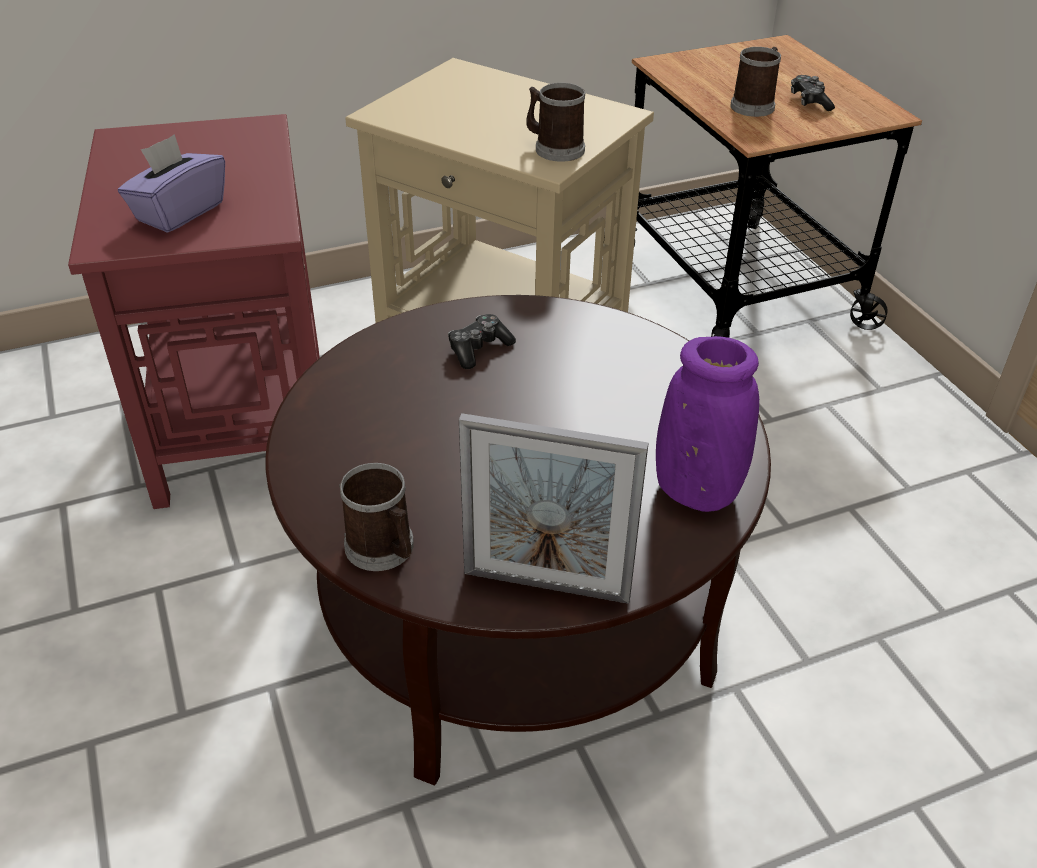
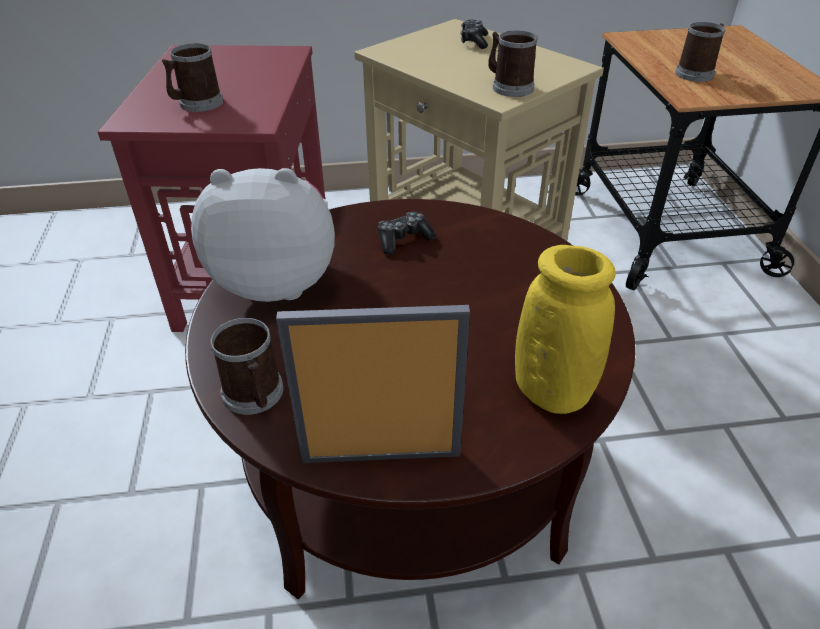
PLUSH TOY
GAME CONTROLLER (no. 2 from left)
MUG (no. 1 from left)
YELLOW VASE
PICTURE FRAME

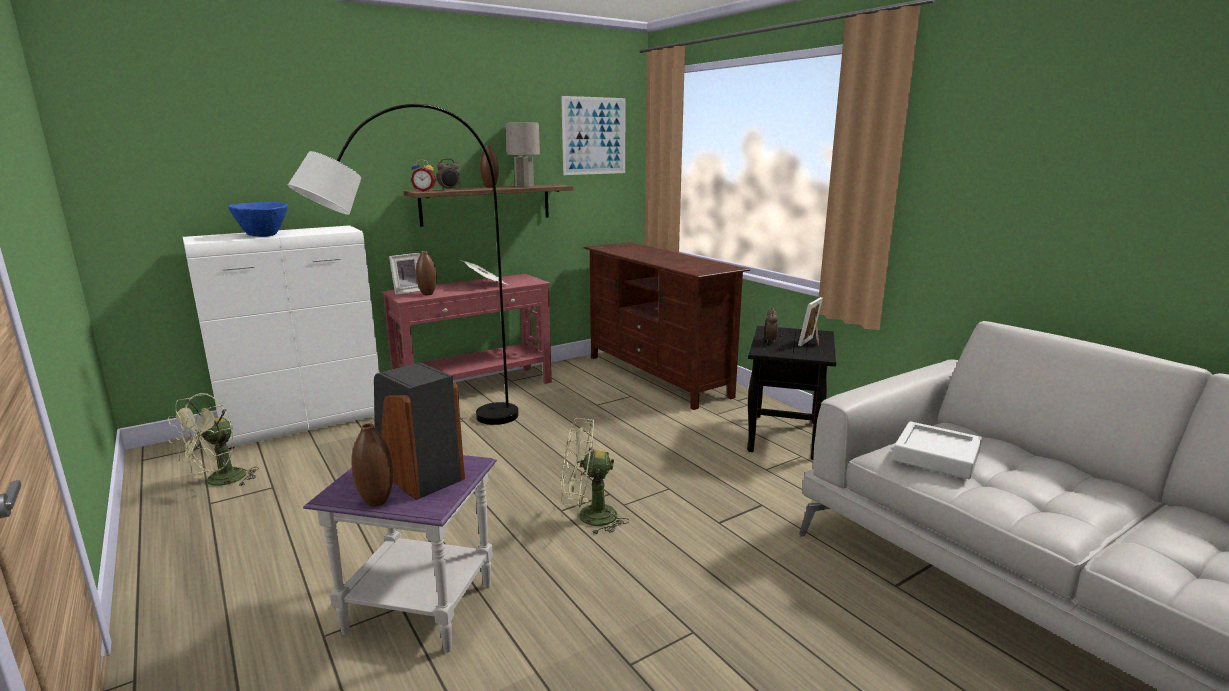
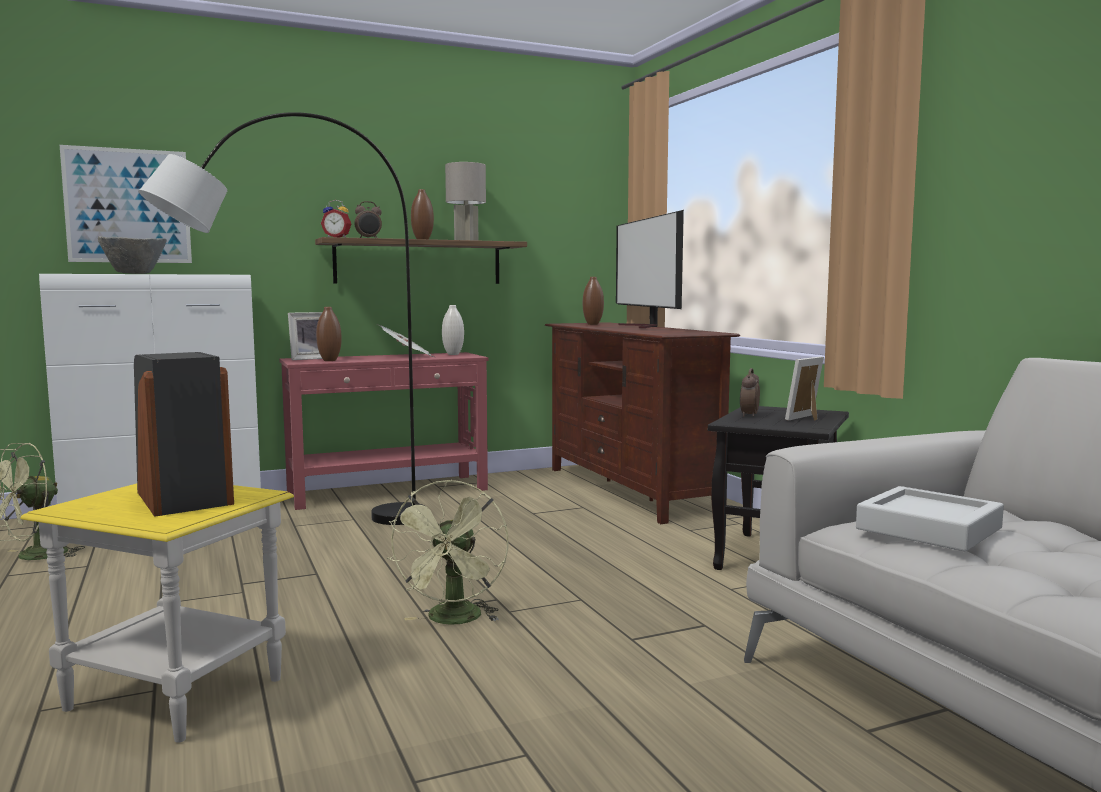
WHITE VASE
TELEVISION
BROWN VASE (no. 3 from left)
PICTURE
GREY BOWL
YELLOW SIDE TABLE
GREEN FAN (no. 2 from left)

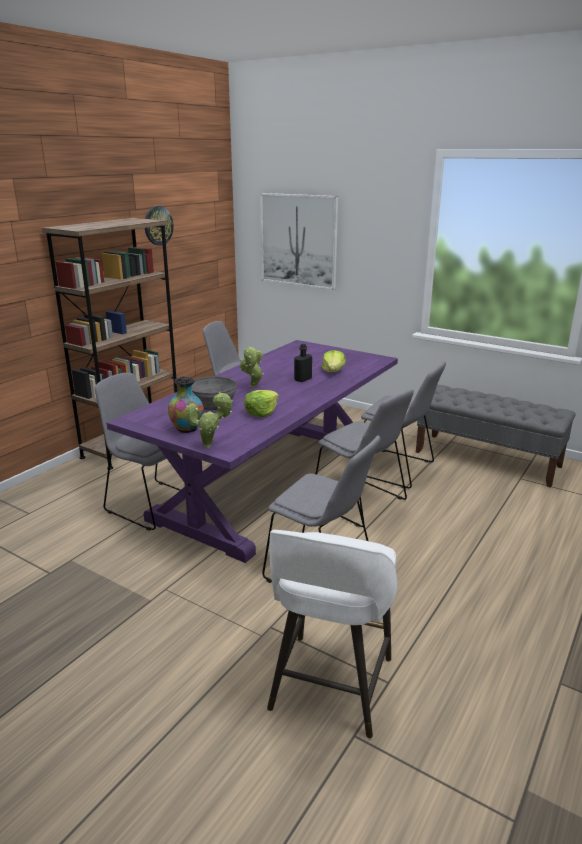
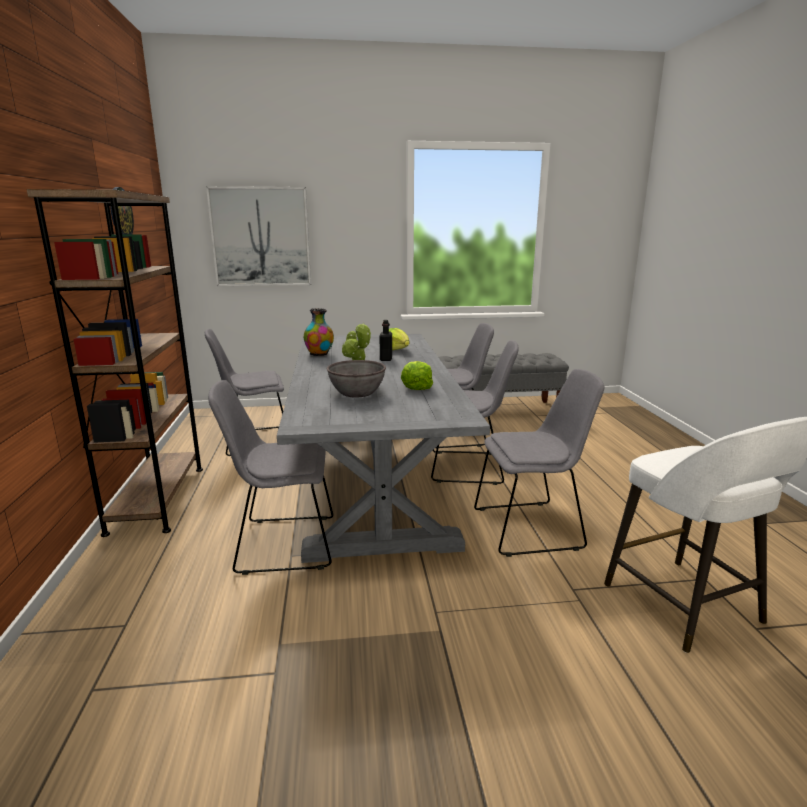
POTTED PLANT (no. 1 from left in the first image)
VASE
GREY DINING TABLE

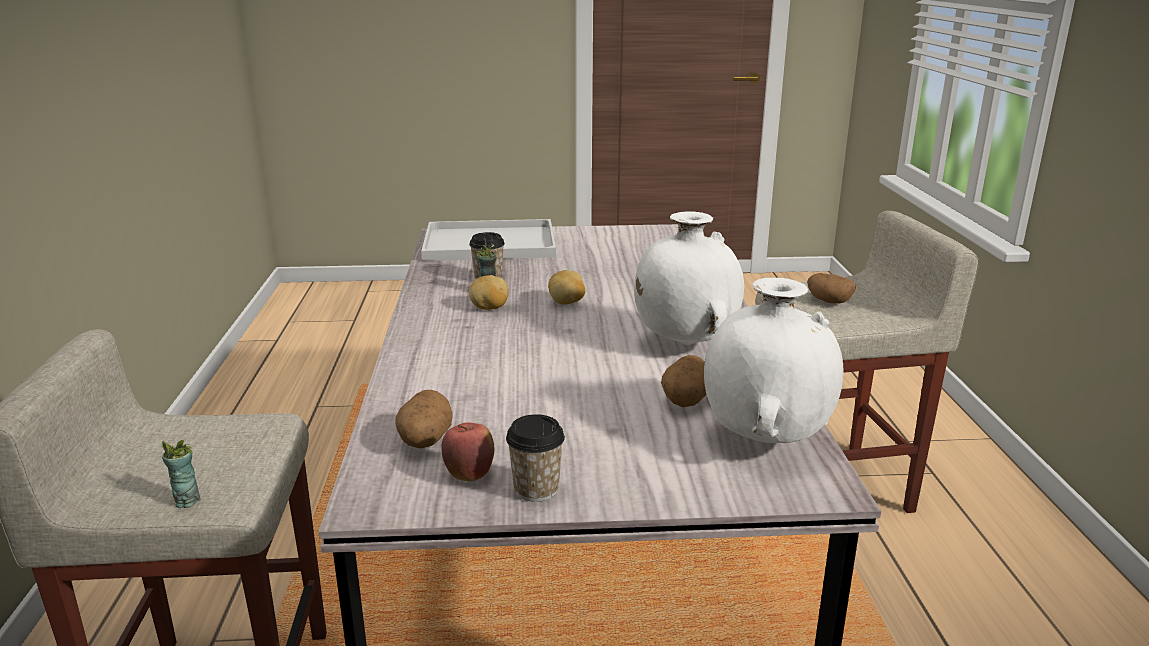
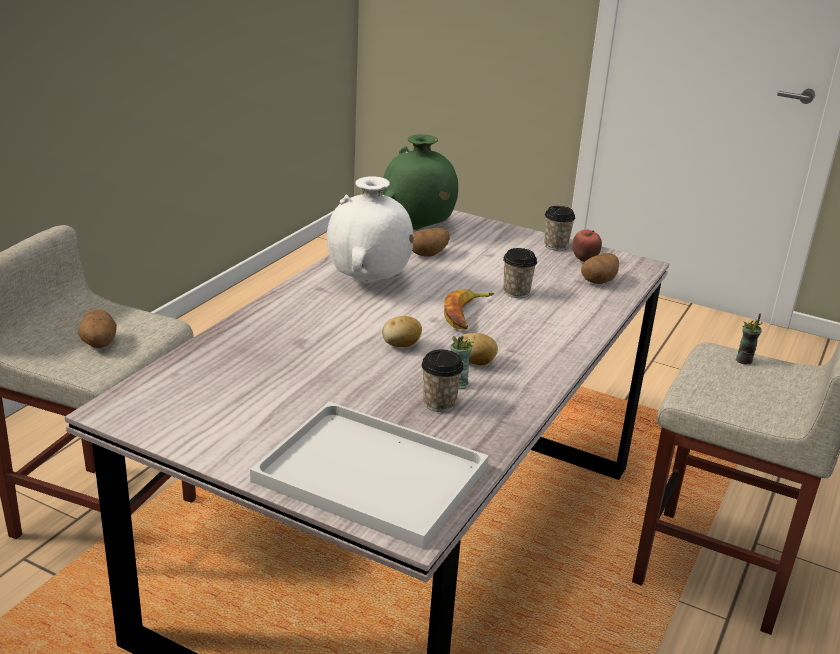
BANANA
CUP (no. 3 from left)
GREEN VASE

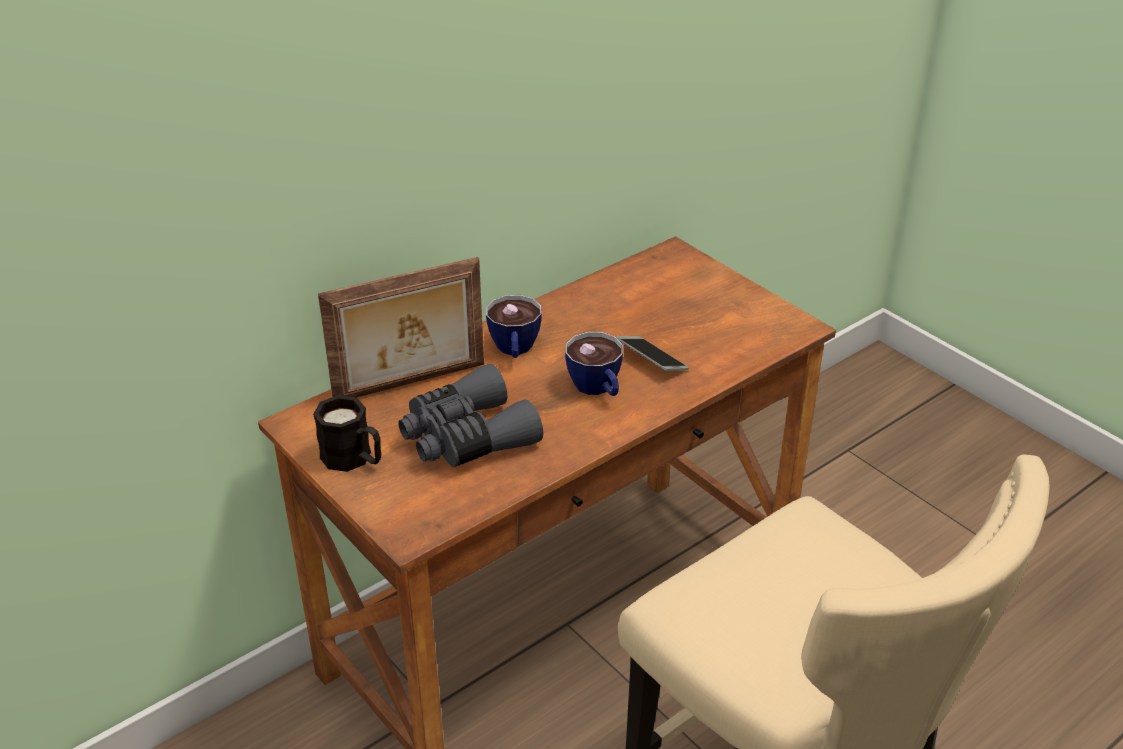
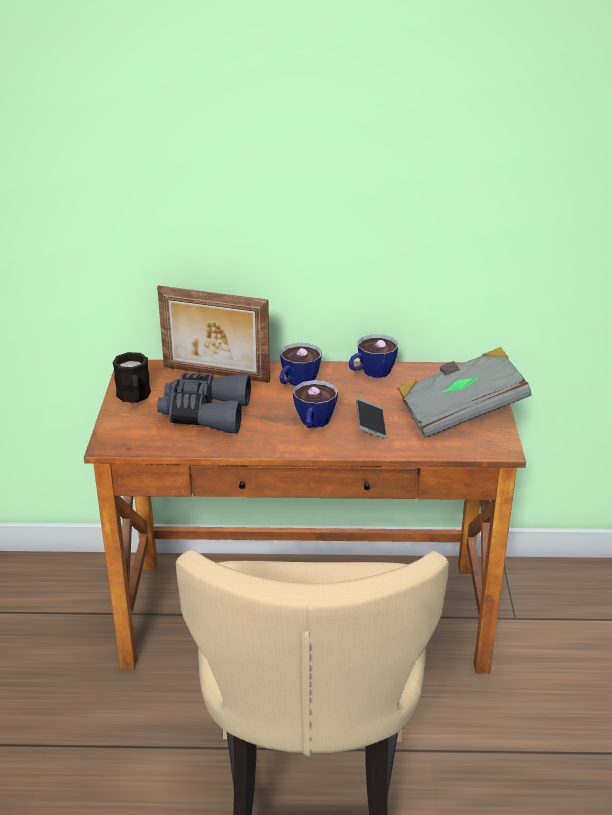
CUP (no. 3 from left)
GREY BOOK

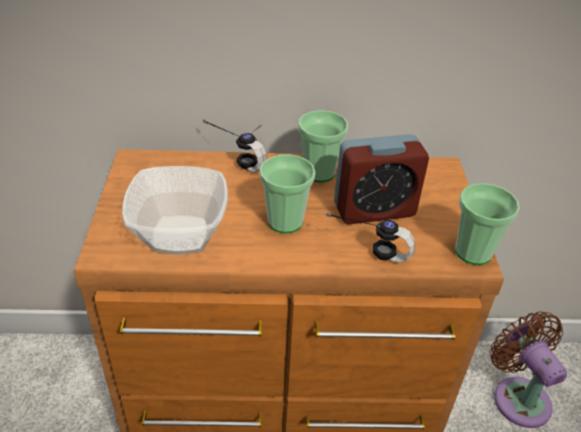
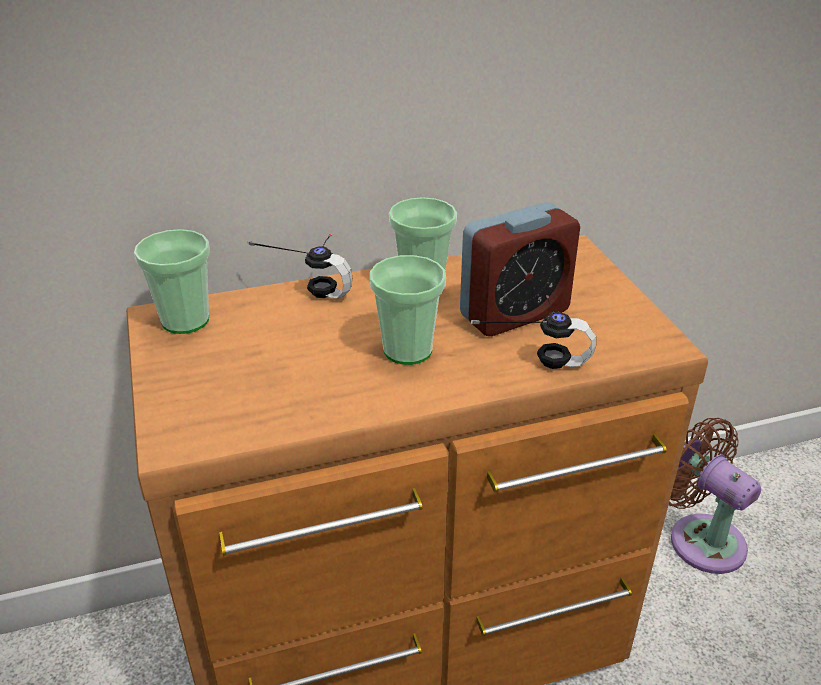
BOWL
CUP (no. 1 from left)

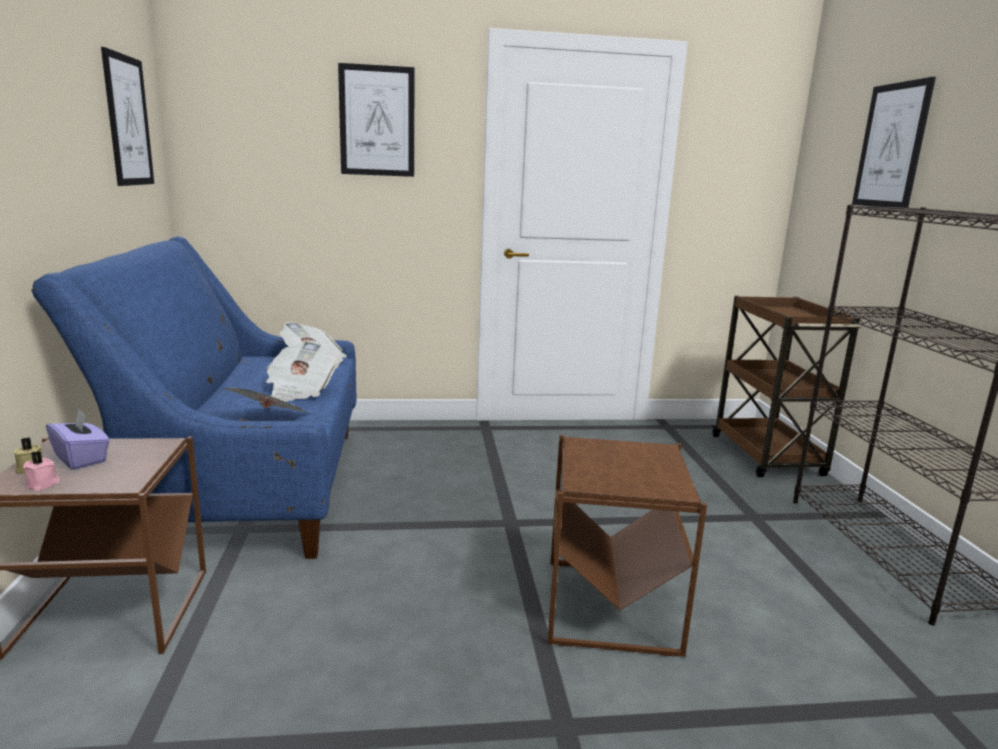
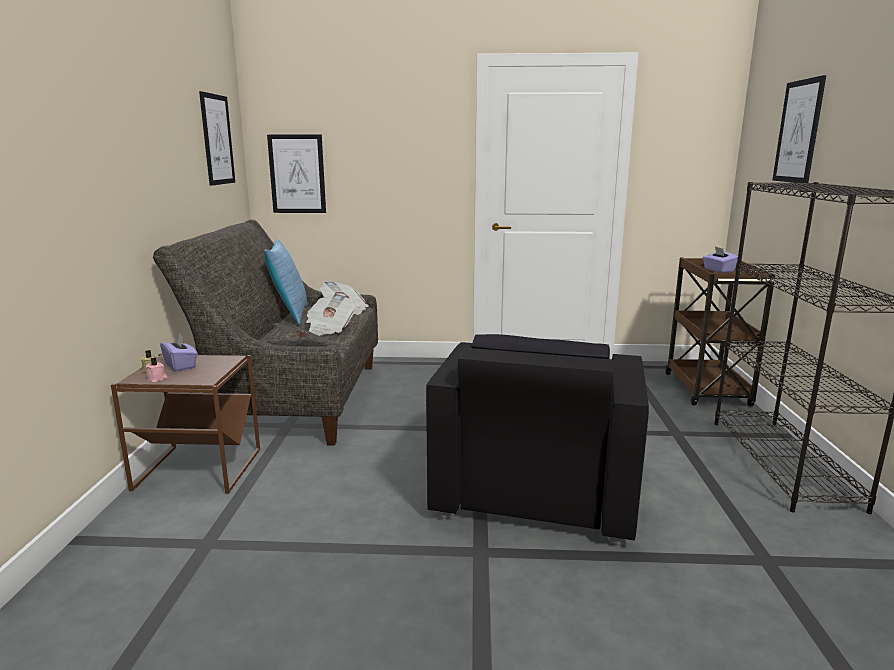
PILLOW
PURPLE TISSUE BOX (no. 2 from left)
PICTURE (no. 2 from left)
BLACK ARMCHAIR
GREY SOFA

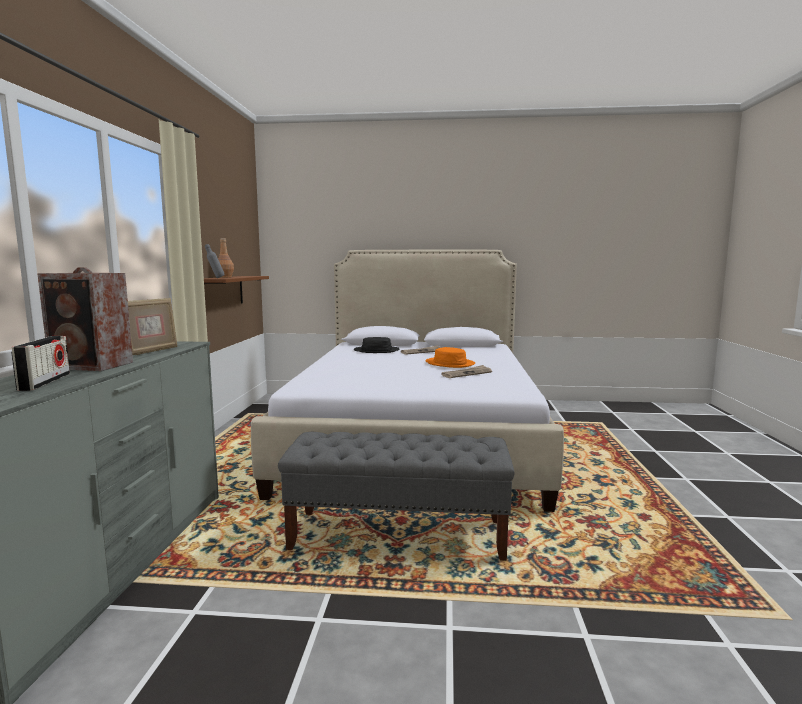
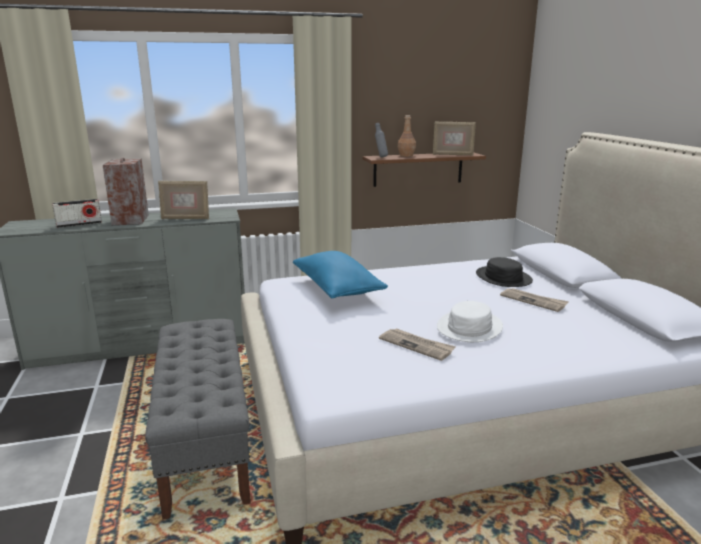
BLUE PILLOW
PICTURE FRAME (no. 2 from left)
WHITE HAT

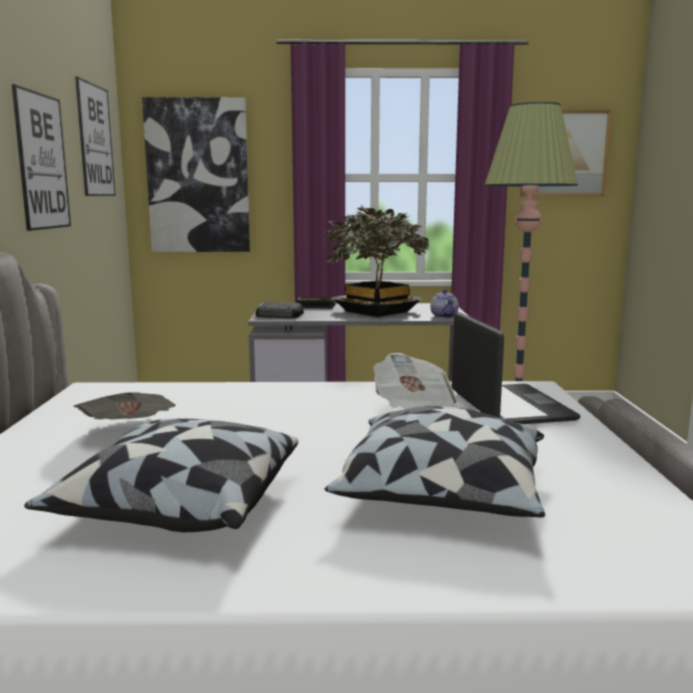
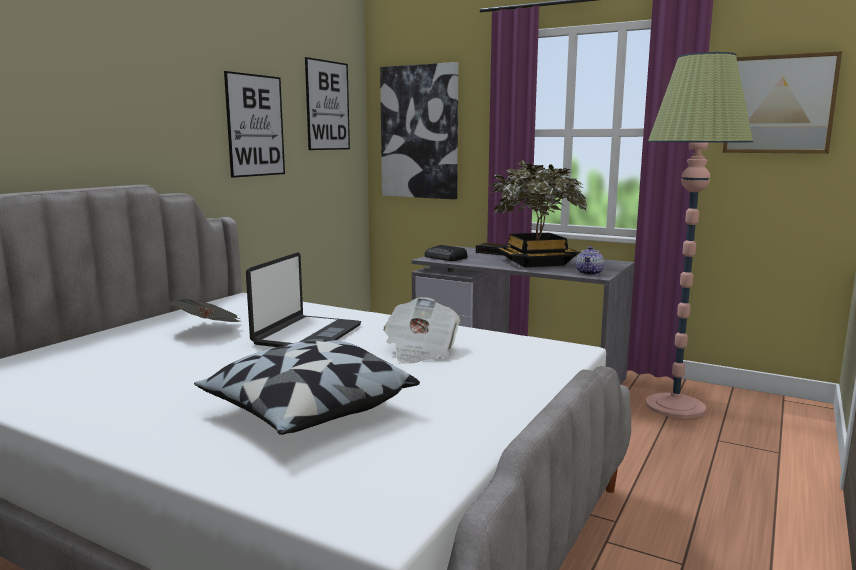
PILLOW (no. 1 from left in the first image)
LAPTOP

